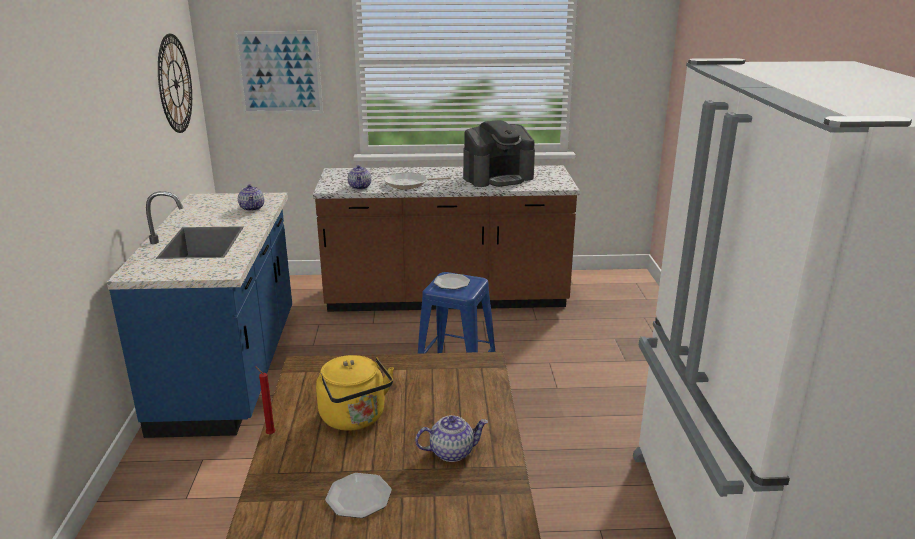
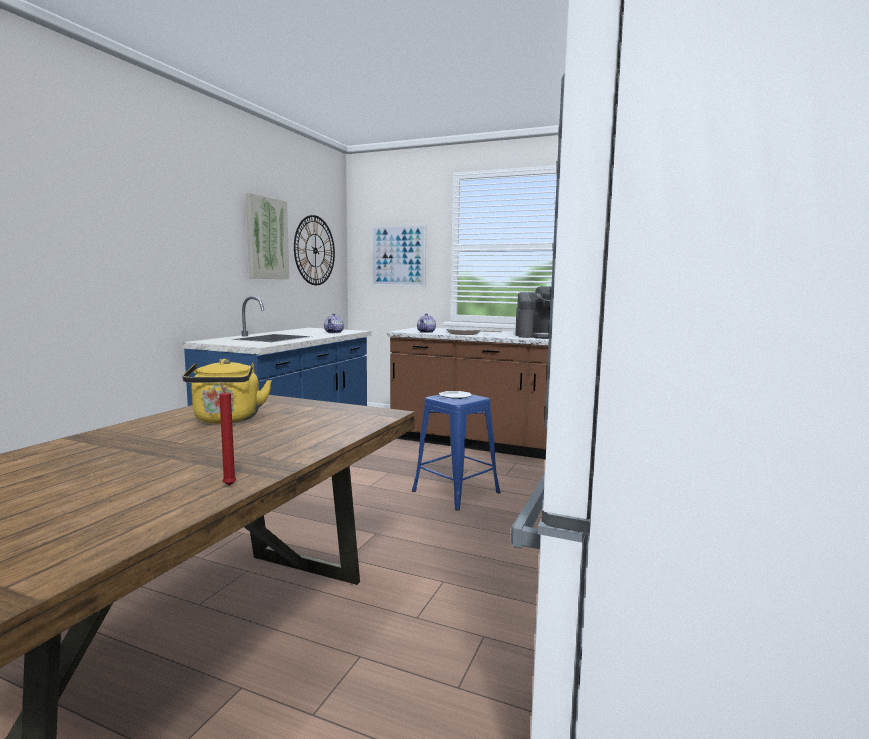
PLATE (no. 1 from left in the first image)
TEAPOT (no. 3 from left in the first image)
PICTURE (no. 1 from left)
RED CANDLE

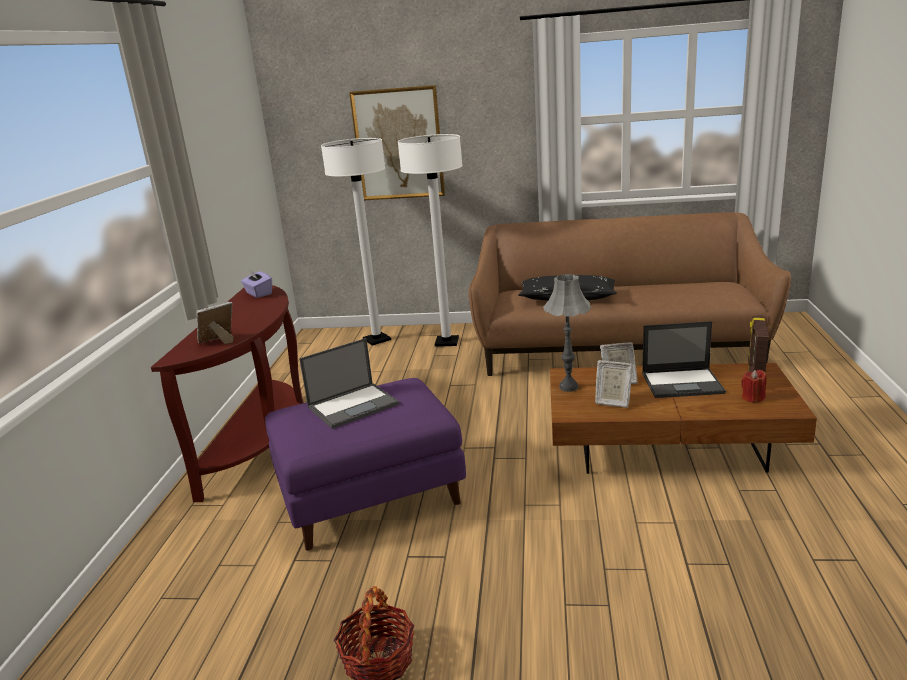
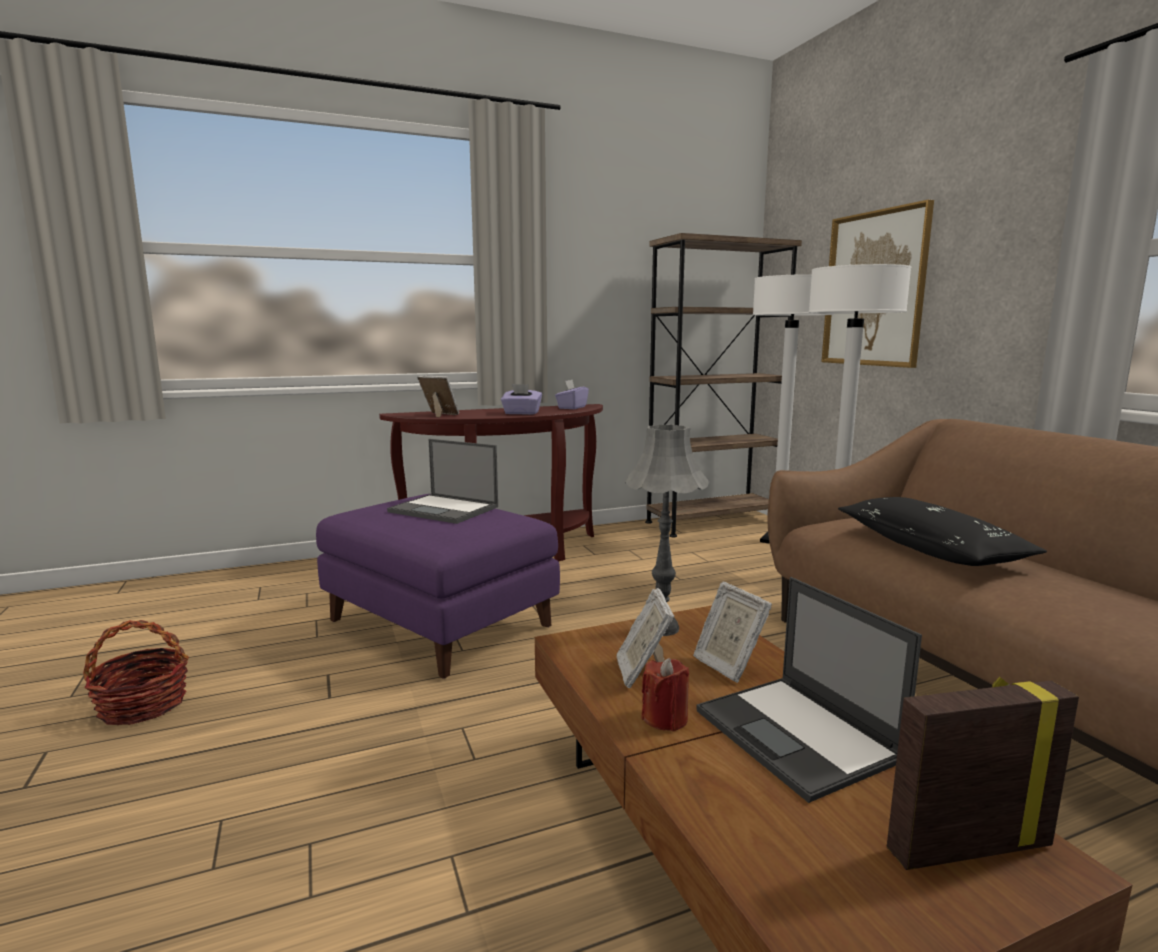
PURPLE TISSUE BOX (no. 1 from left)
BROWN BOOKCASE
RED CANDLE

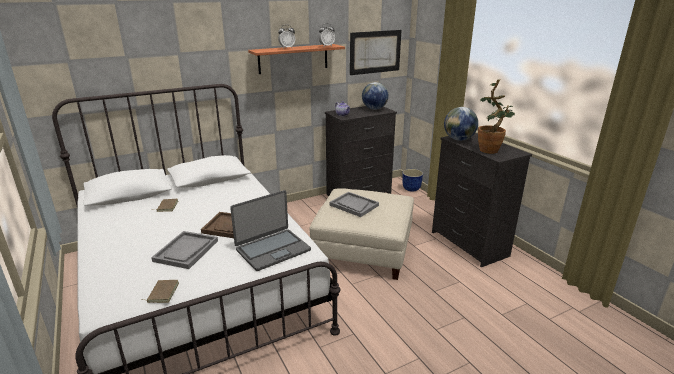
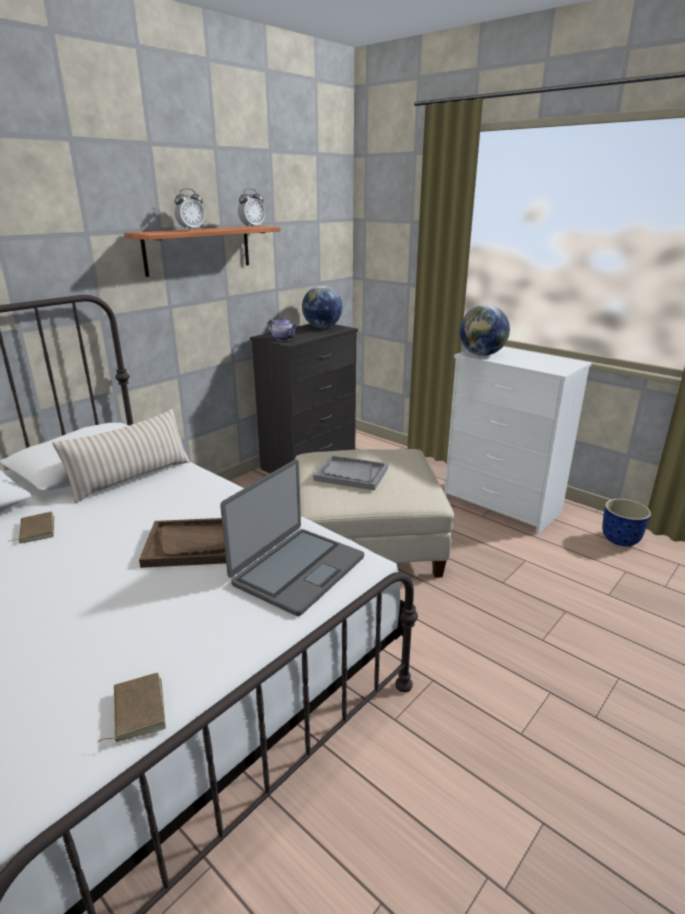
GREY TRAY (no. 1 from left in the first image)
PICTURE
POTTED PLANT
BEIGE PILLOW
PLANTER
WHITE DRESSER

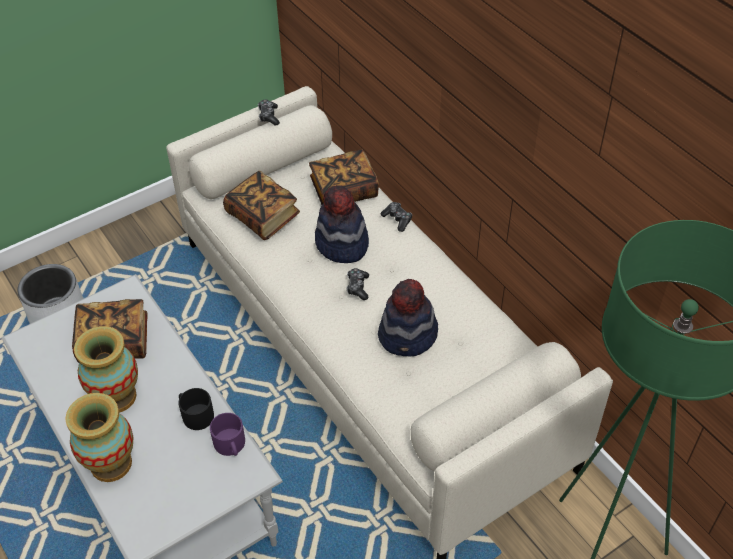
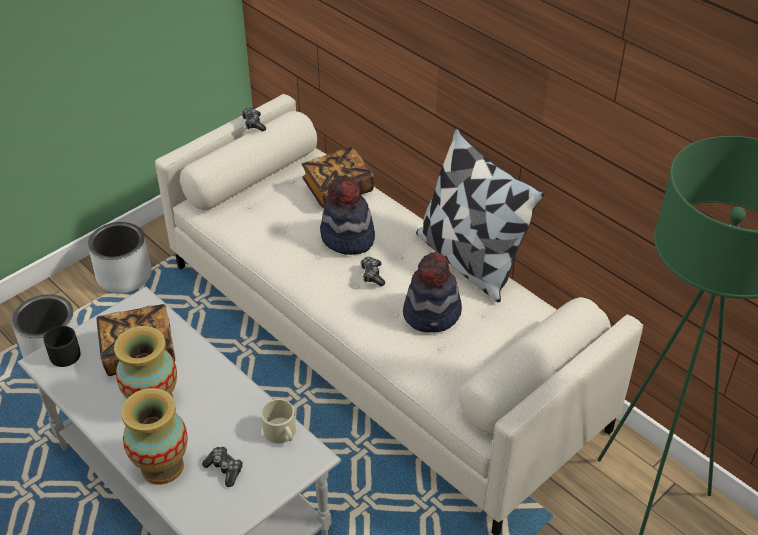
BOOK (no. 2 from left in the first image)
GREY PLANTER (no. 2 from left)
PILLOW
BLACK MUG
GAME CONTROLLER (no. 1 from left)
BEIGE MUG

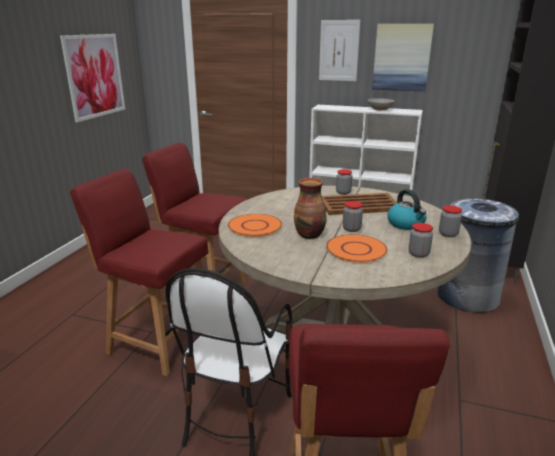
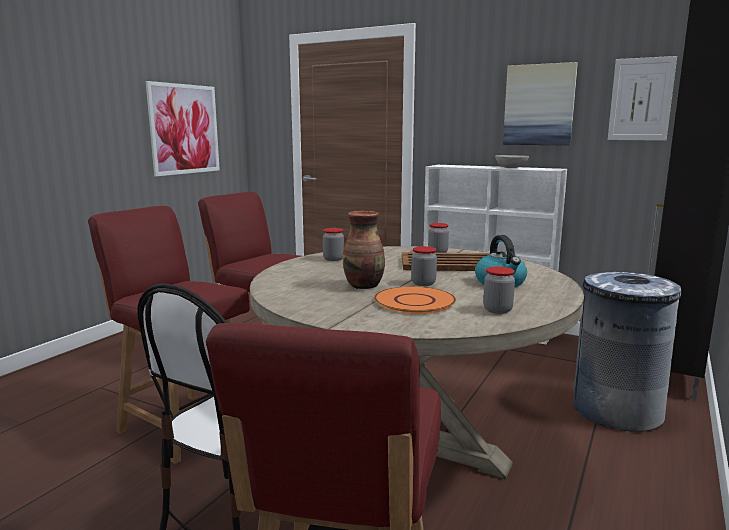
ORANGE PLATE (no. 1 from left in the first image)
PICTURE (no. 3 from left)
JAR (no. 1 from left)

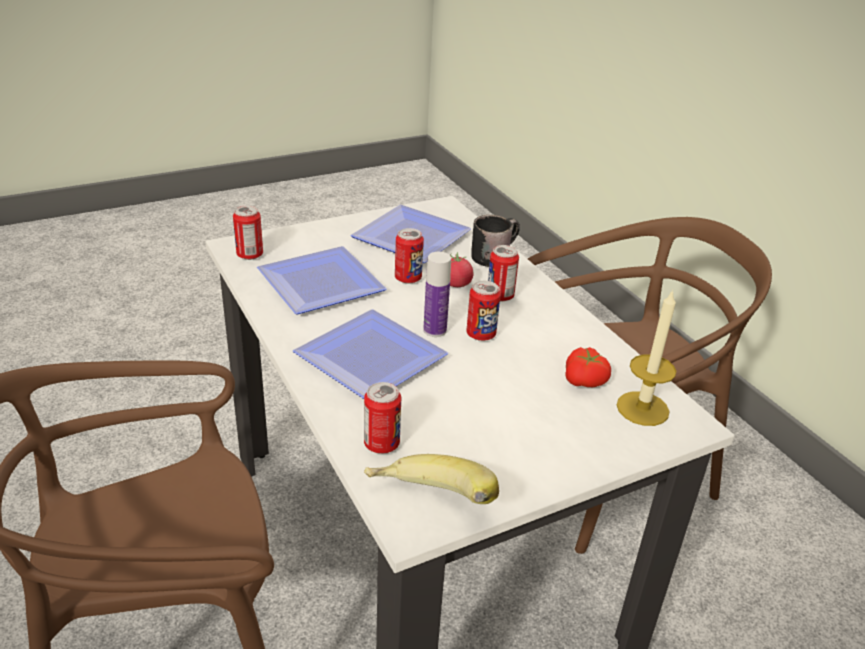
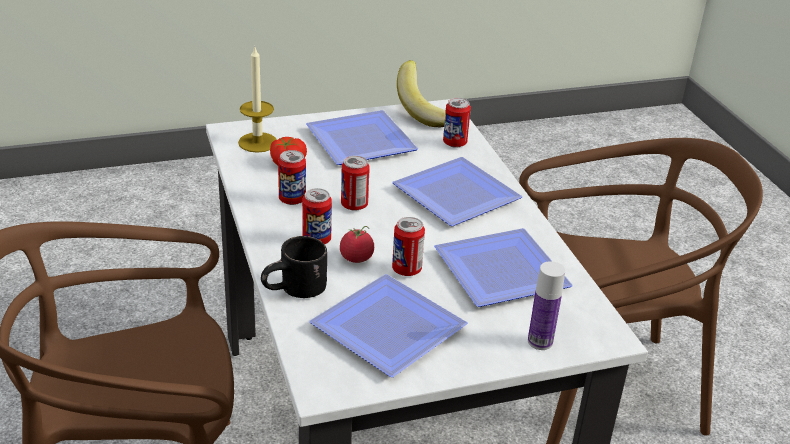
PLATE (no. 1 from left)
CAN (no. 1 from left)
BOTTLE

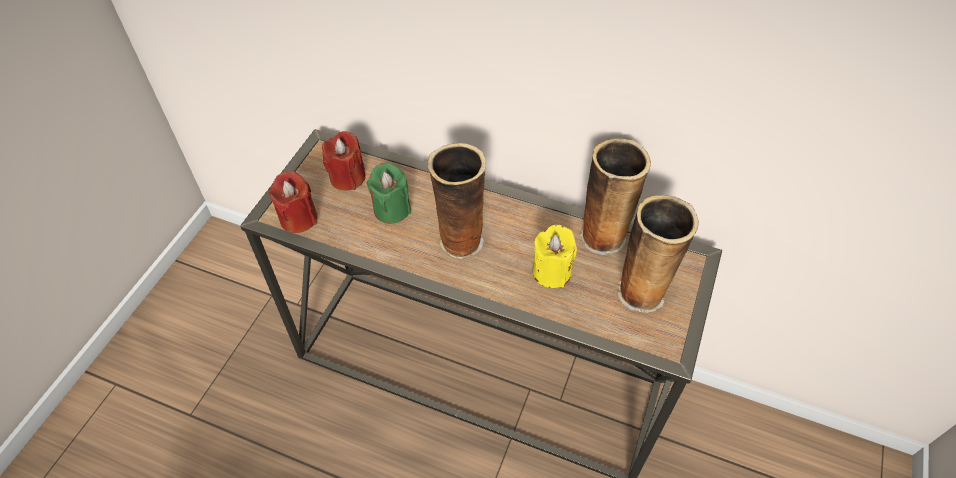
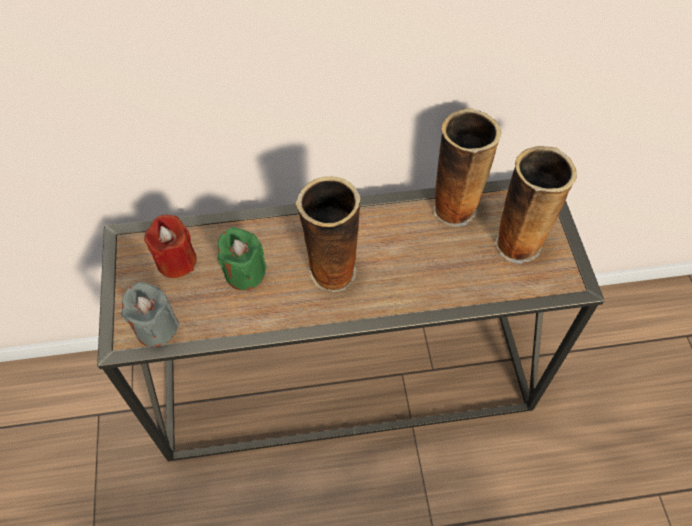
YELLOW CANDLE
GREY CANDLE

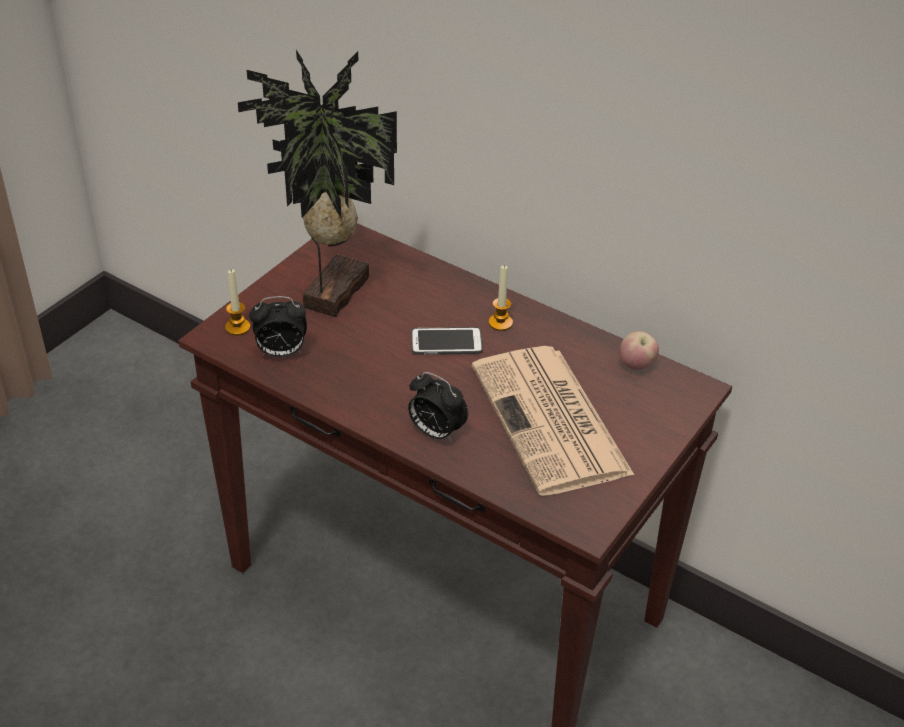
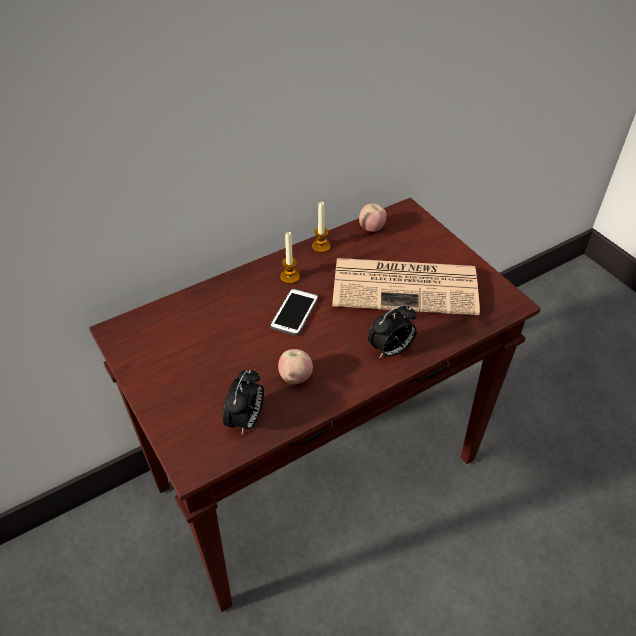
POTTED PLANT
APPLE (no. 1 from left)
CANDLE (no. 2 from left)

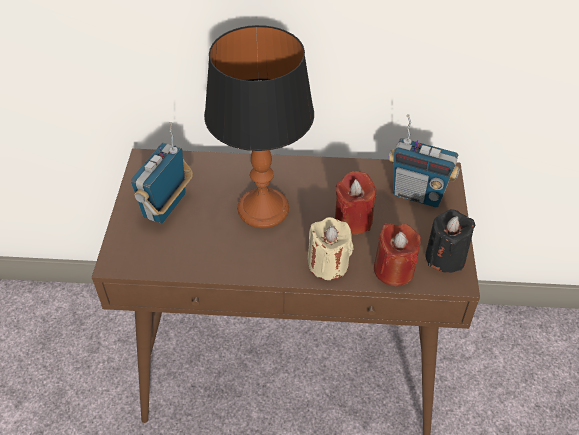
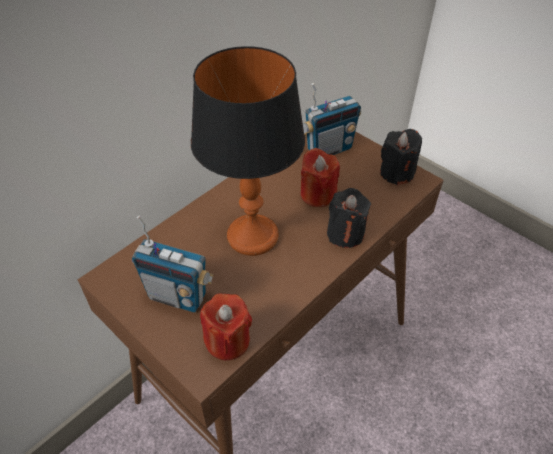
RED CANDLE (no. 1 from left)
BLACK CANDLE (no. 1 from left)
RADIO (no. 1 from left)

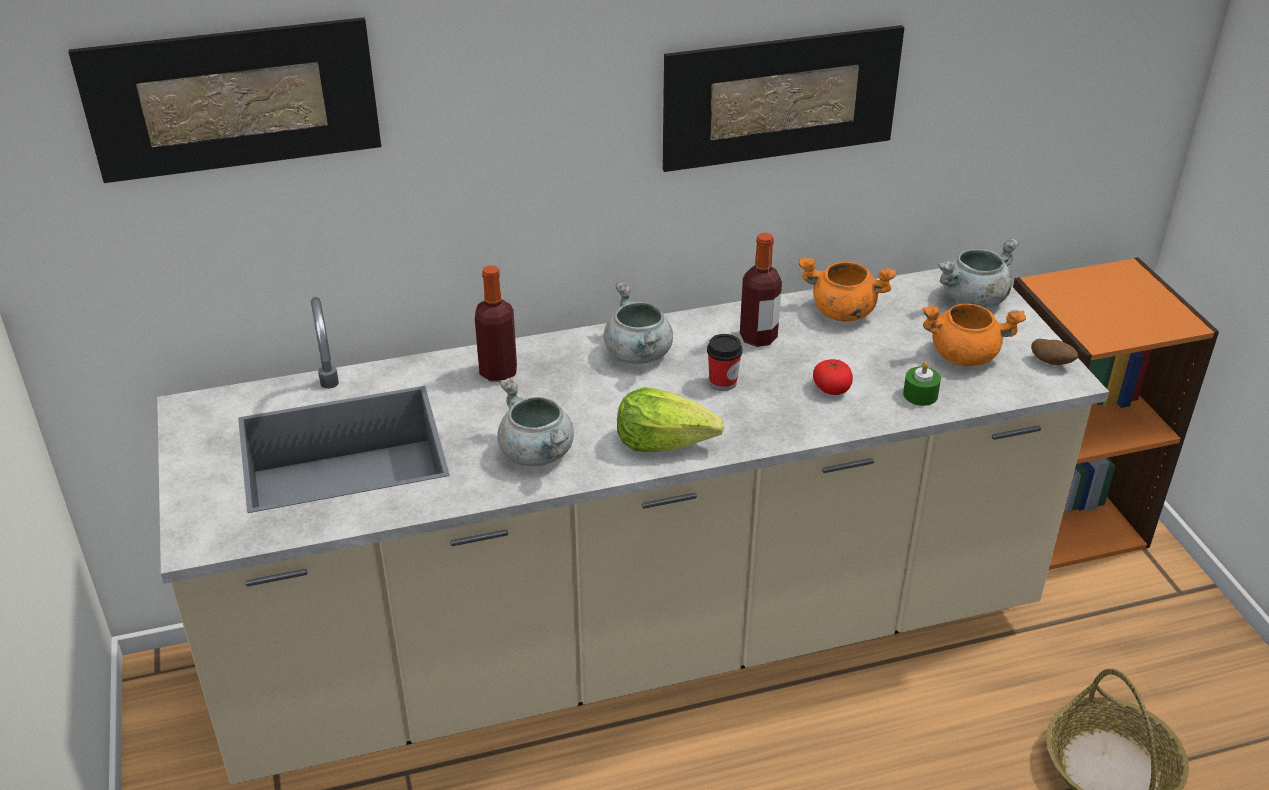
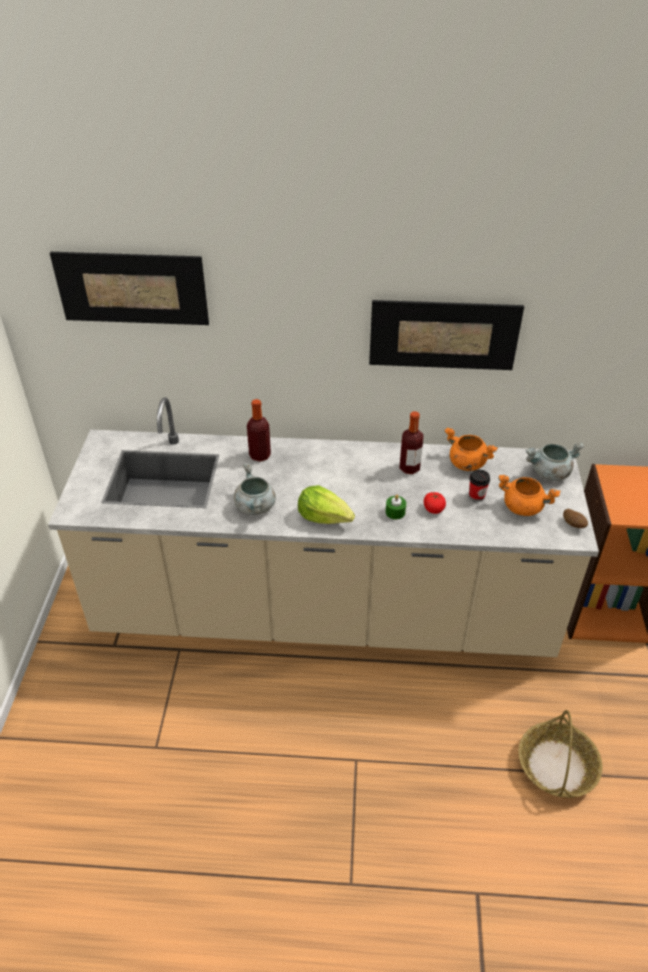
GREY COOKING POT (no. 2 from left in the first image)
CUP
GREEN CANDLE

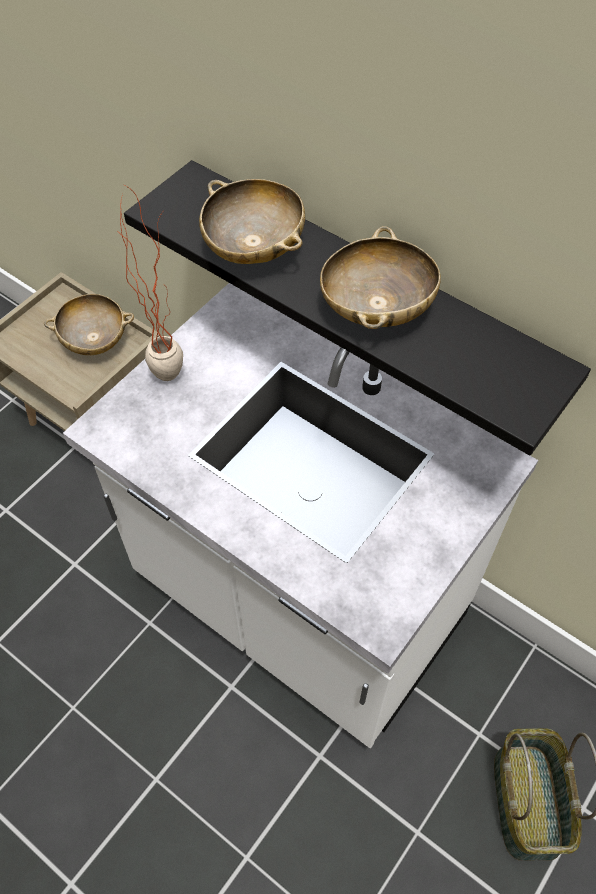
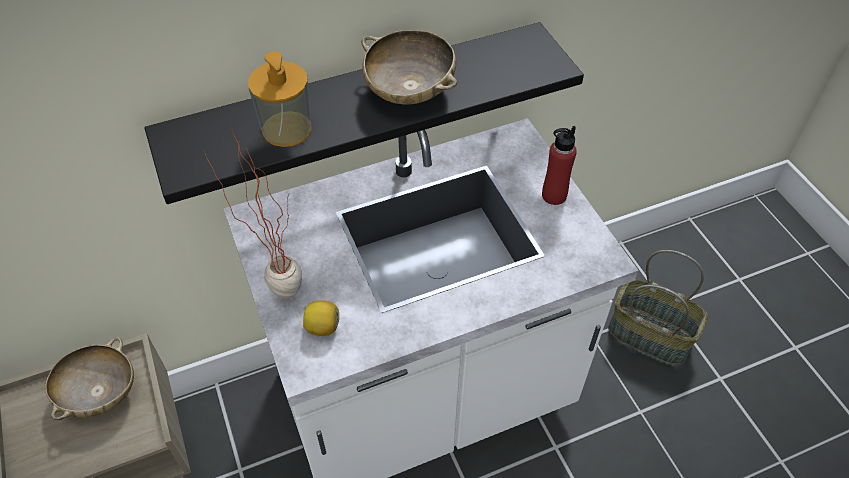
LEMON
RED BOTTLE
SOAP DISPENSER

